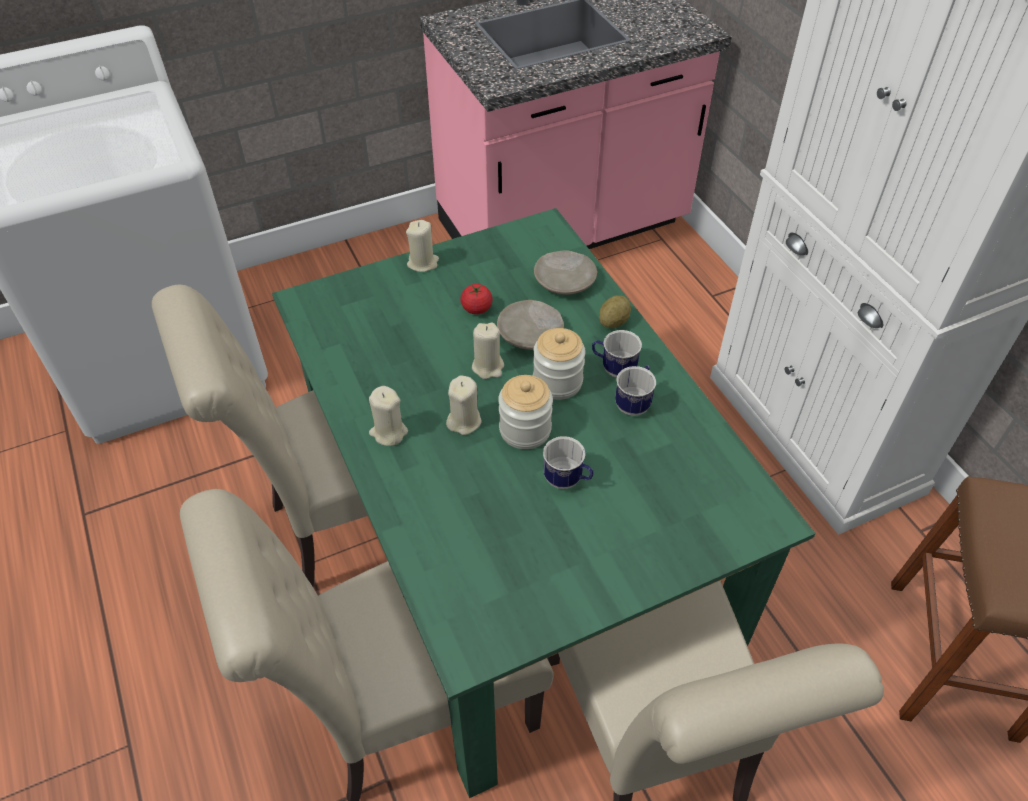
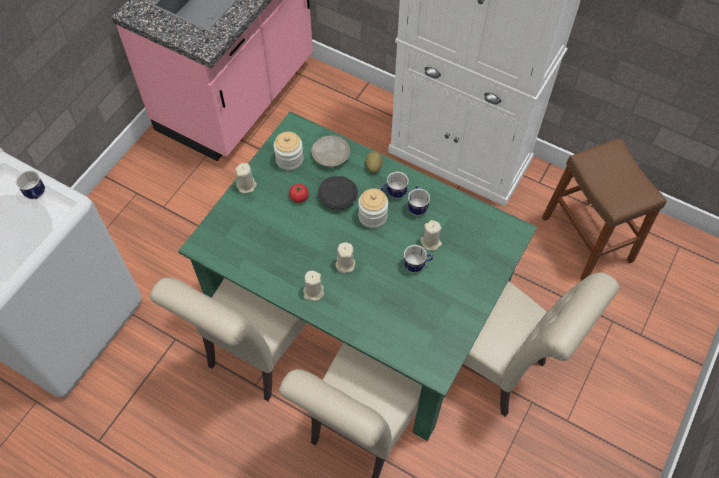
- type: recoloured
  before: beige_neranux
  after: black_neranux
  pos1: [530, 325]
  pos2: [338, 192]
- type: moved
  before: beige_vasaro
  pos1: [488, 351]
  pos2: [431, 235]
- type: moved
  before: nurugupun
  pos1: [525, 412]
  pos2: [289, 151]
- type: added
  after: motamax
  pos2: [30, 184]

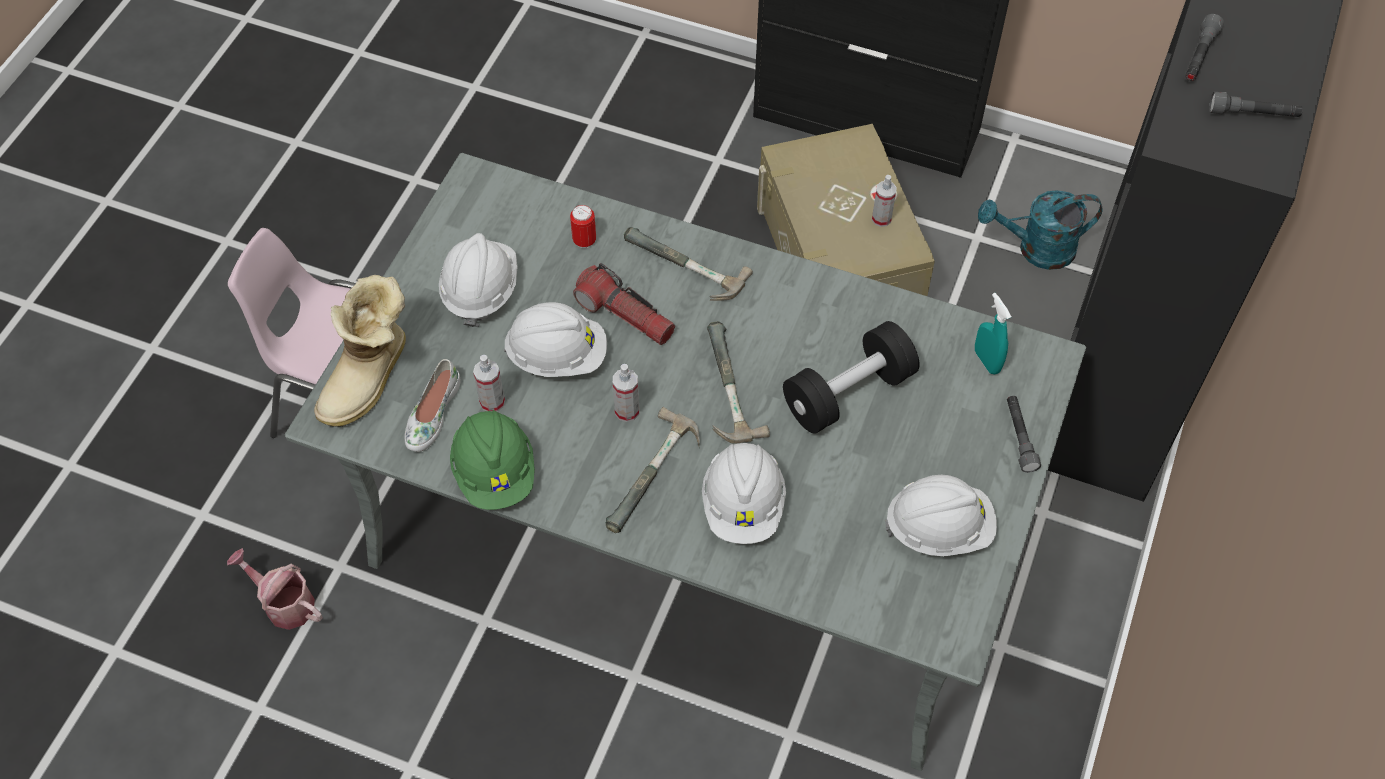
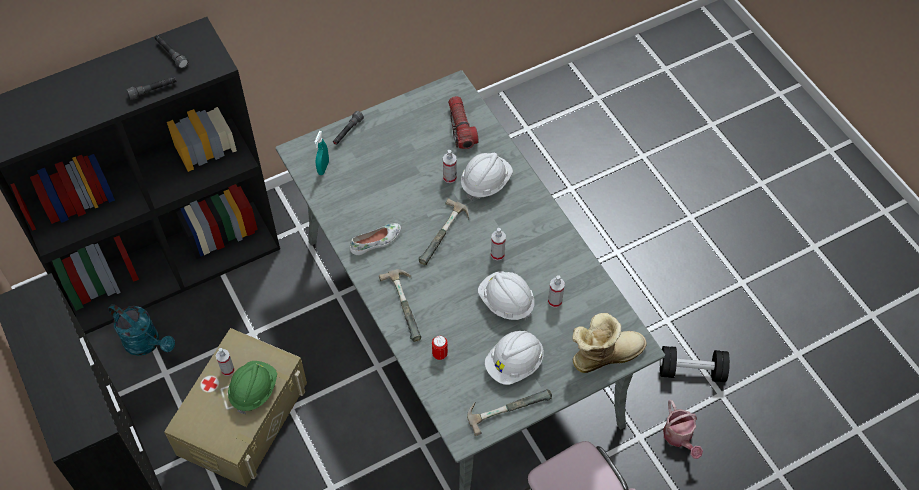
- type: moved
  before: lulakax
  pos1: [624, 304]
  pos2: [463, 122]
- type: moved
  before: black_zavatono
  pos1: [851, 377]
  pos2: [695, 364]
- type: moved
  before: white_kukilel
  pos1: [432, 405]
  pos2: [375, 239]
- type: moved
  before: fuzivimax
  pos1: [652, 470]
  pos2: [509, 412]
- type: moved
  before: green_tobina
  pos1: [492, 460]
  pos2: [252, 387]
- type: removed
  before: white_tobina
  pos1: [941, 515]
- type: added
  after: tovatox
  pos2: [450, 166]

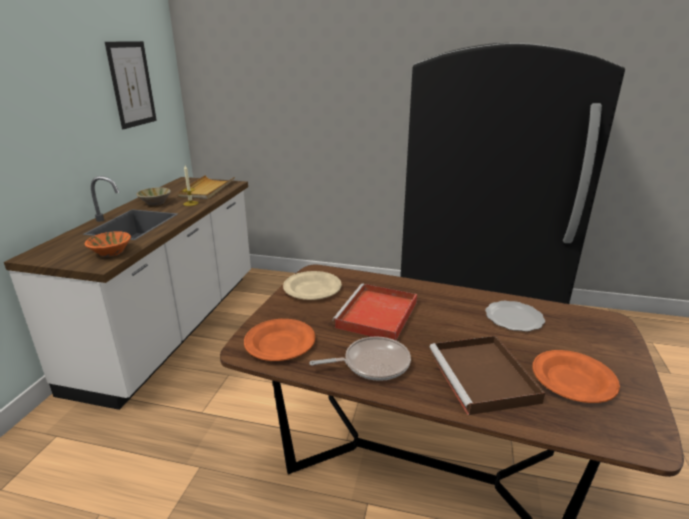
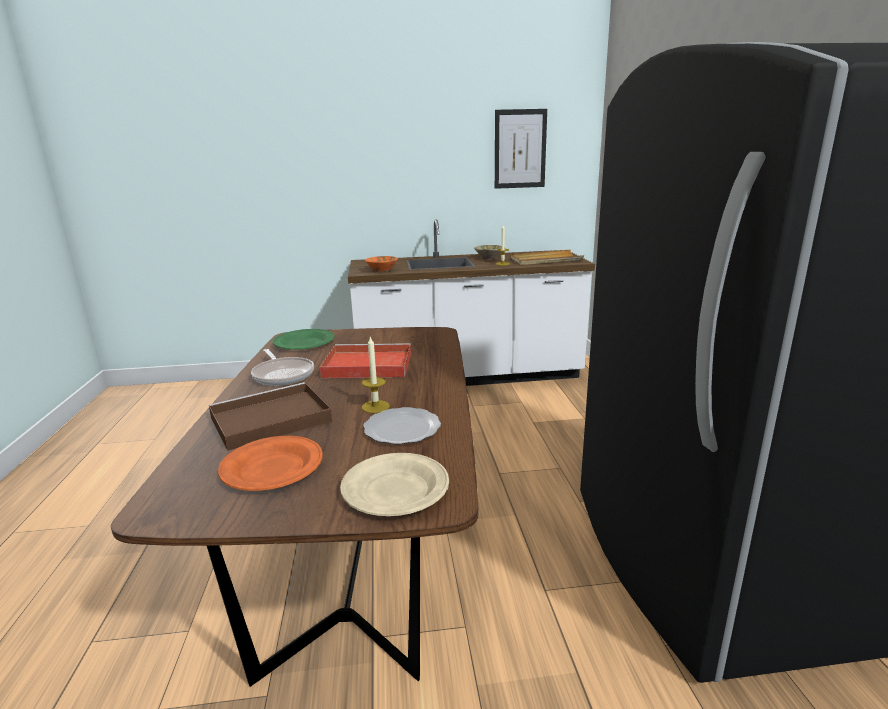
- type: moved
  before: beige_neranux
  pos1: [312, 285]
  pos2: [394, 484]
- type: recoloured
  before: orange_neranux
  after: green_neranux
  pos1: [279, 340]
  pos2: [303, 339]
- type: added
  after: vasaro
  pos2: [376, 375]

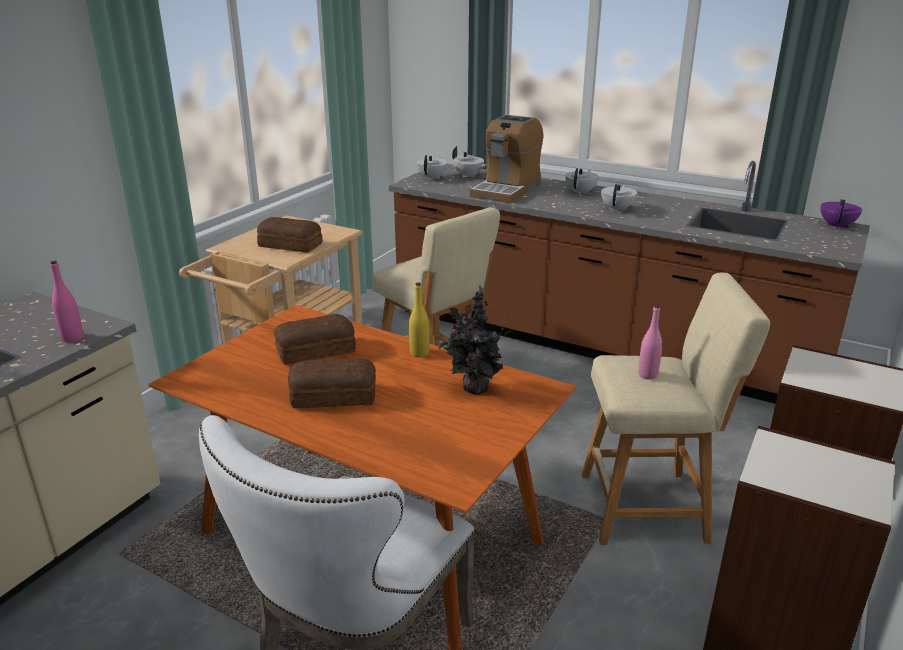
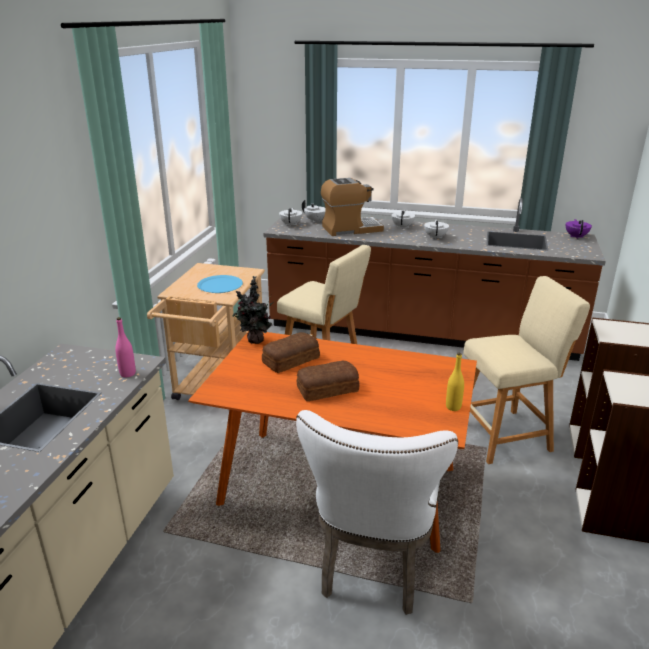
- type: turned
  before: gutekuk
  pos1: [506, 159]
  pos2: [352, 207]
  turn: -120
- type: replaced
  before: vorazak
  after: blue_neranux
  pos1: [290, 235]
  pos2: [220, 284]
- type: moved
  before: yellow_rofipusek
  pos1: [419, 319]
  pos2: [455, 382]
- type: moved
  before: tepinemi
  pos1: [474, 340]
  pos2: [253, 310]
- type: removed
  before: pink_rofipusek
  pos1: [650, 342]

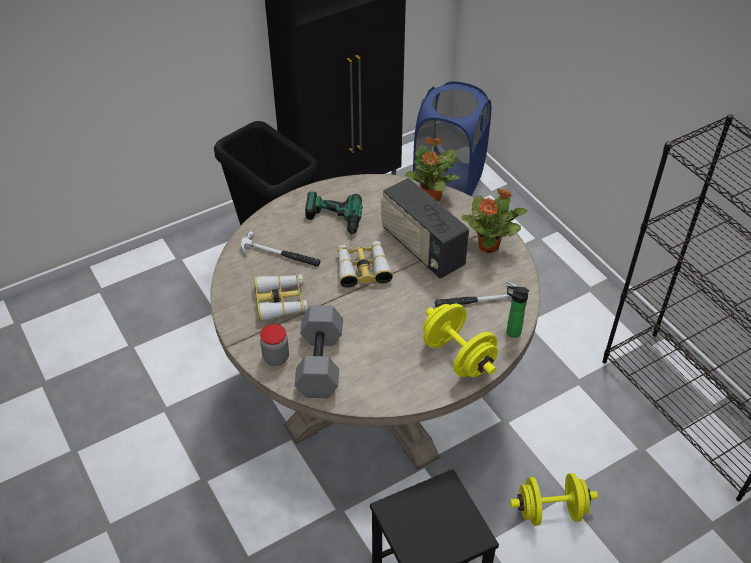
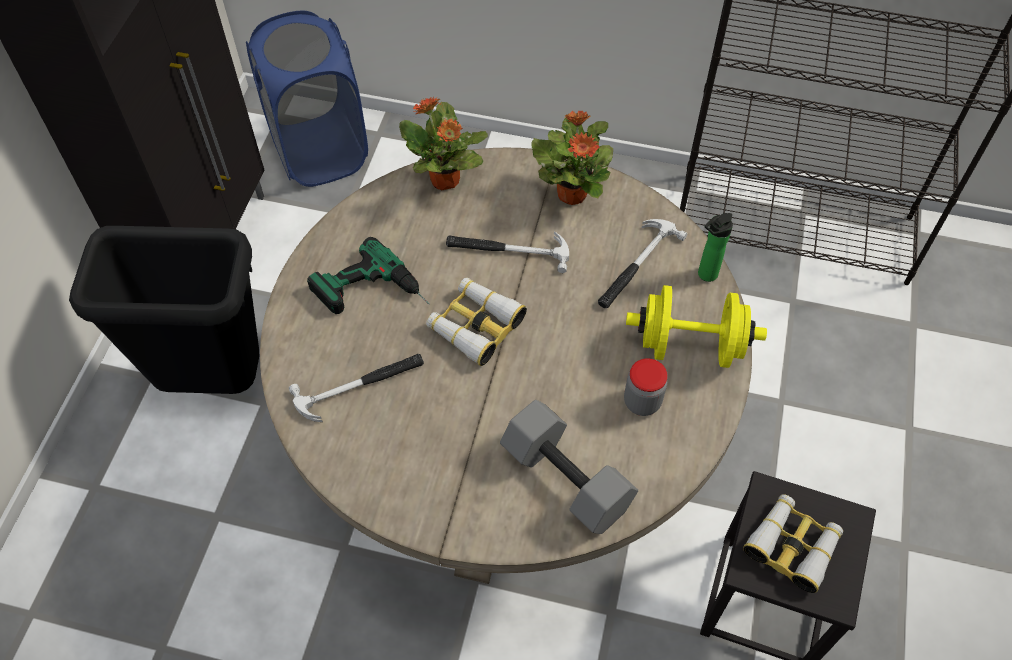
- type: replaced
  before: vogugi
  after: fuzivimax
  pos1: [425, 228]
  pos2: [507, 252]
- type: moved
  before: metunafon
  pos1: [281, 298]
  pos2: [793, 543]
- type: moved
  before: nurugupun
  pos1: [274, 345]
  pos2: [646, 387]
- type: removed
  before: yellow_zavatono
  pos1: [554, 499]

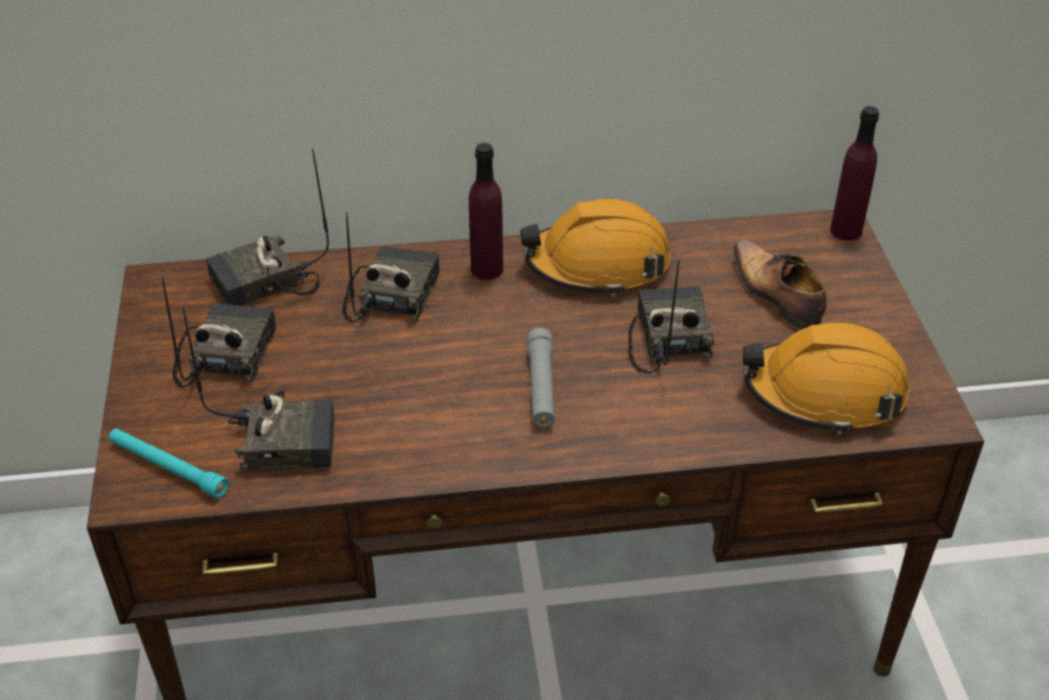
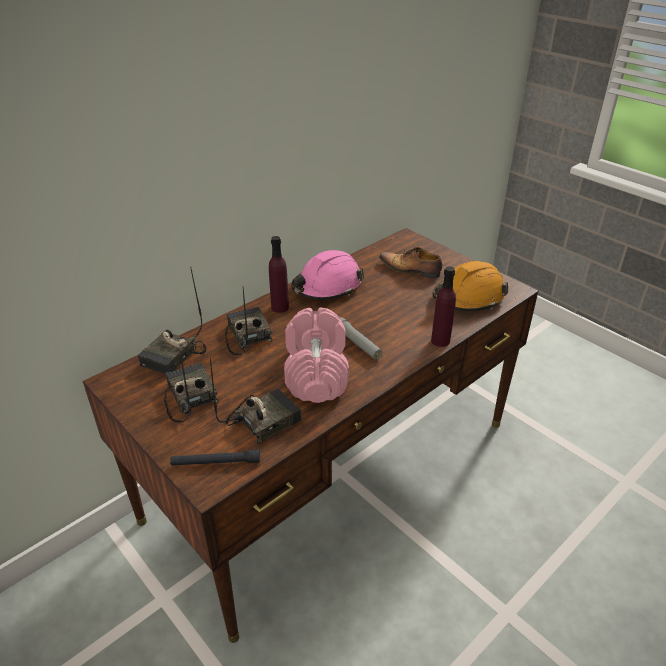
- type: moved
  before: purple_rofipusek
  pos1: [854, 173]
  pos2: [443, 306]
- type: recoloured
  before: orange_tobina
  after: pink_tobina
  pos1: [595, 248]
  pos2: [328, 275]
- type: removed
  before: vogugi
  pos1: [671, 316]
- type: recoloured
  before: turquoise_lulakax
  after: black_lulakax
  pos1: [169, 463]
  pos2: [215, 457]
- type: added
  after: pink_zavatono
  pos2: [316, 355]

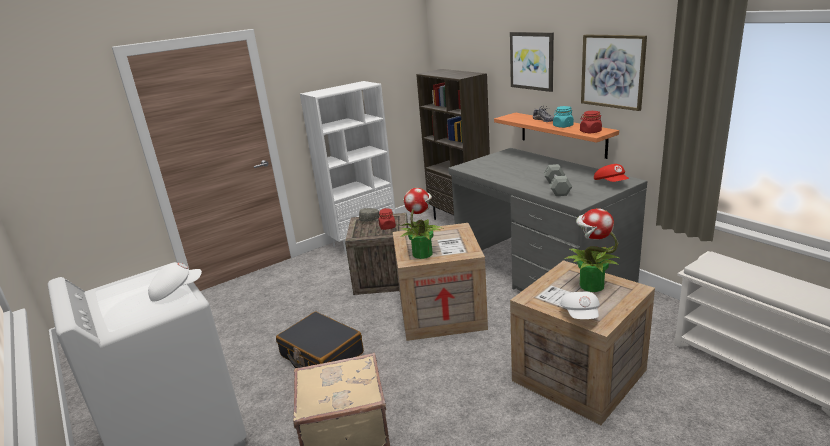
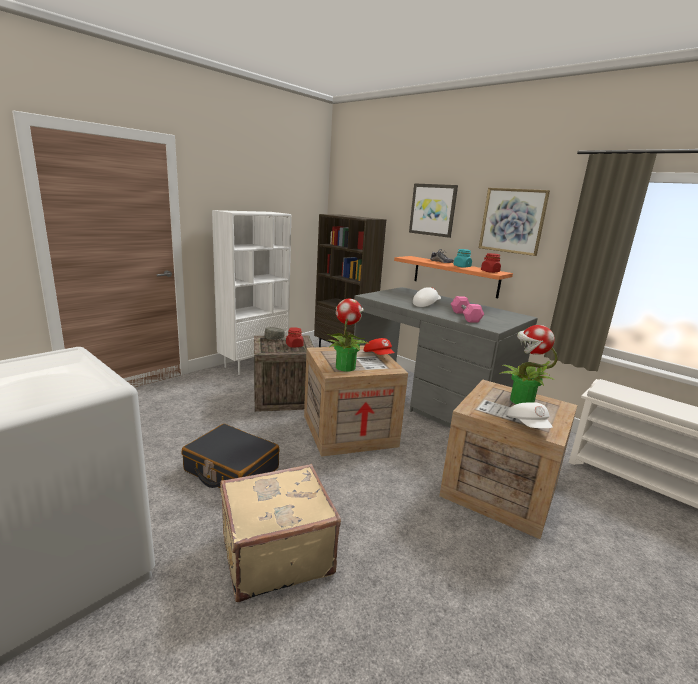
- type: recoloured
  before: grey_zavatono
  after: pink_zavatono
  pos1: [557, 180]
  pos2: [467, 309]
- type: moved
  before: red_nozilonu
  pos1: [611, 173]
  pos2: [378, 346]
- type: moved
  before: white_nozilonu
  pos1: [175, 282]
  pos2: [427, 297]

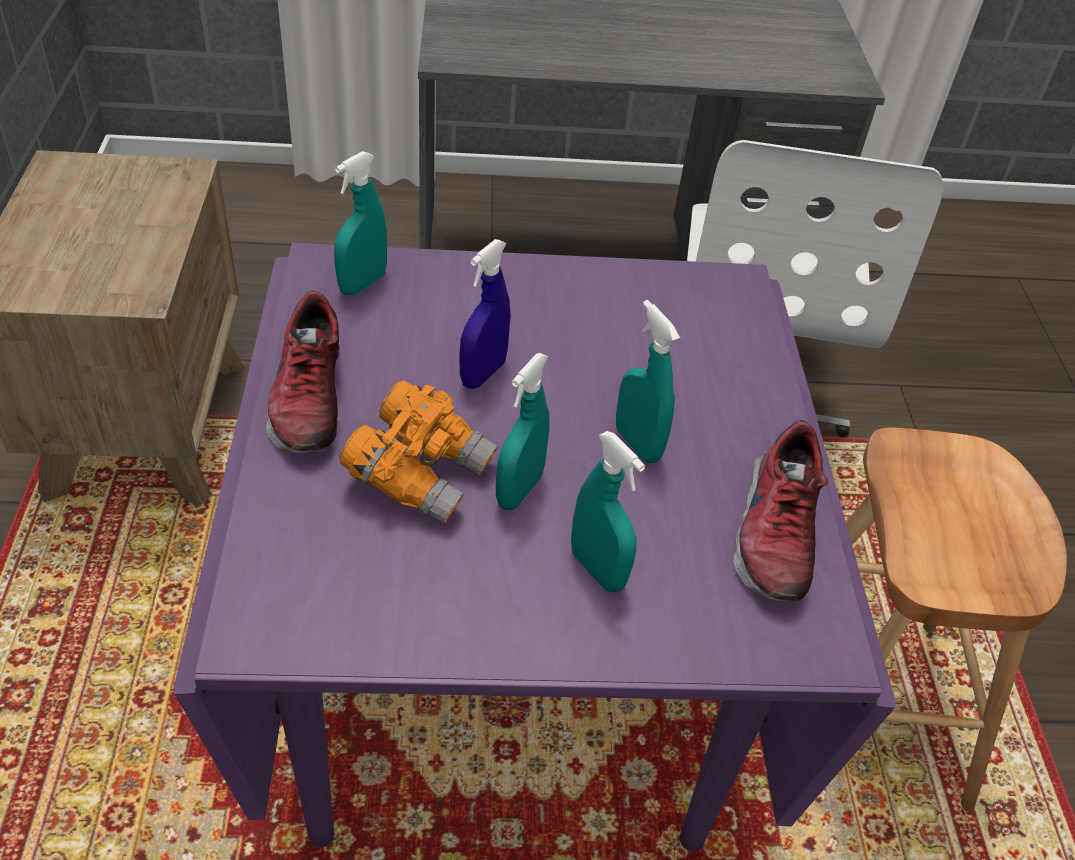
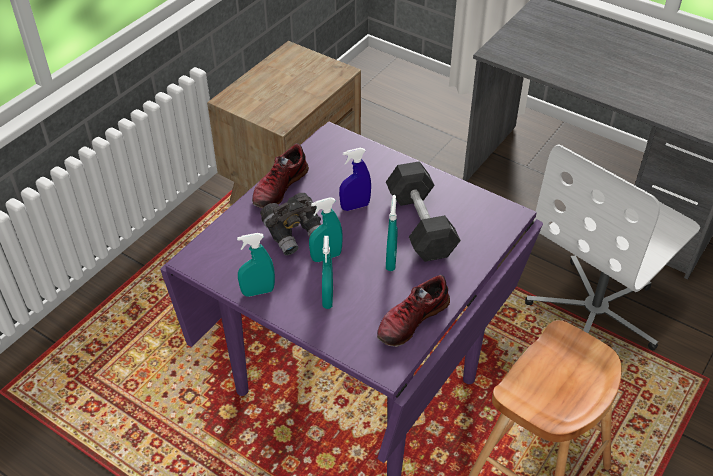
- type: moved
  before: turquoise_tovatox
  pos1: [360, 223]
  pos2: [256, 265]
- type: recoloured
  before: orange_metunafon
  after: grey_metunafon
  pos1: [418, 452]
  pos2: [290, 224]
- type: added
  after: black_zavatono
  pos2: [423, 211]

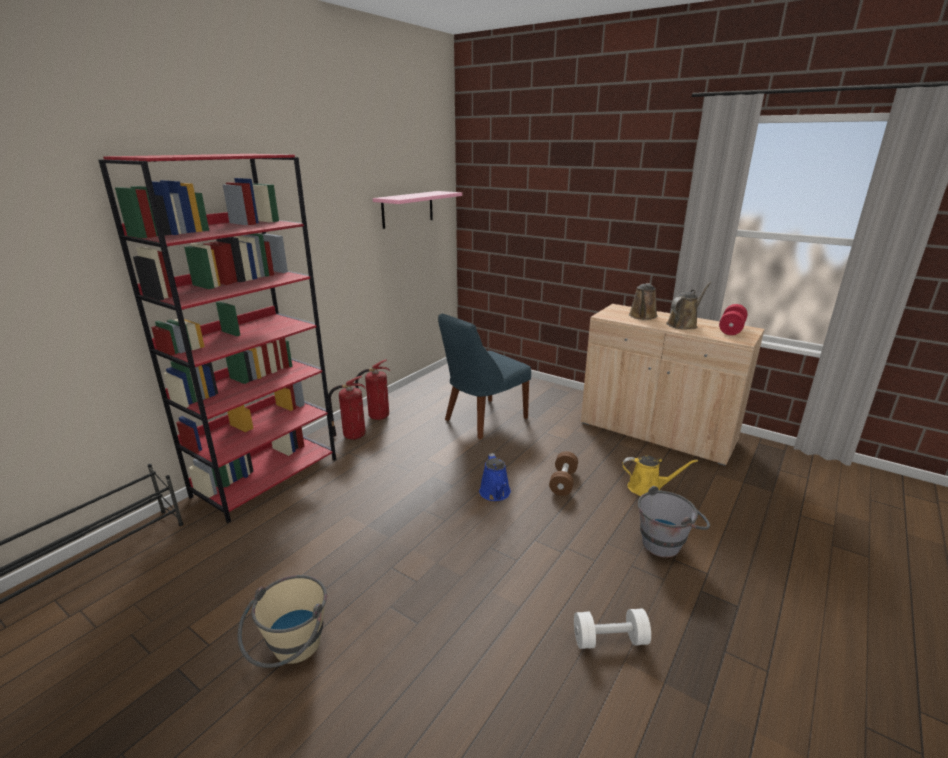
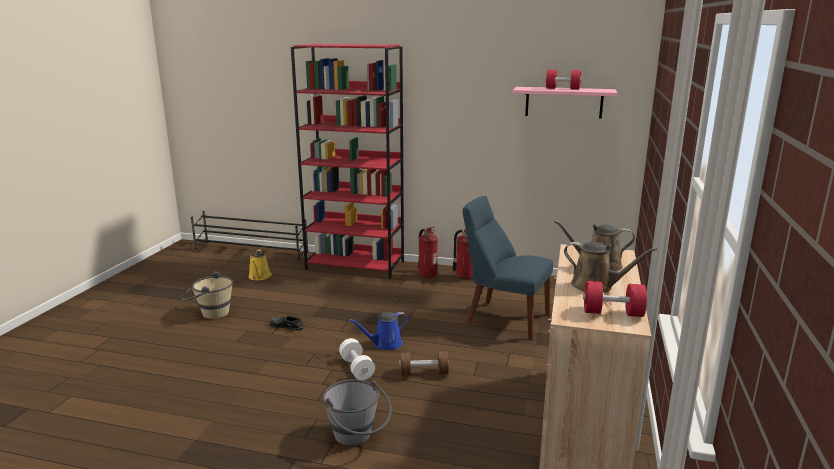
- type: moved
  before: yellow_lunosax
  pos1: [660, 476]
  pos2: [260, 264]
- type: moved
  before: white_zavatono
  pos1: [612, 629]
  pos2: [357, 359]
- type: added
  after: red_zavatono
  pos2: [564, 80]
- type: added
  after: black_kukilel
  pos2: [286, 323]

